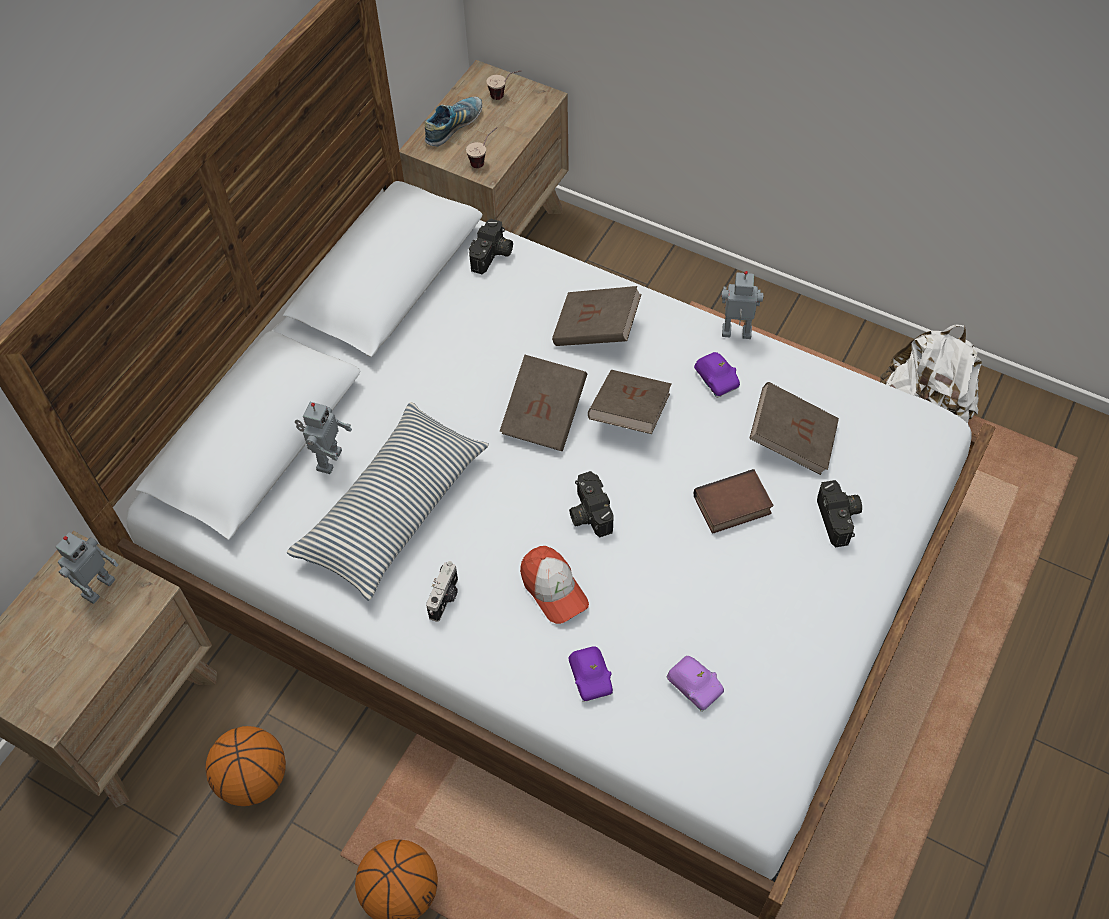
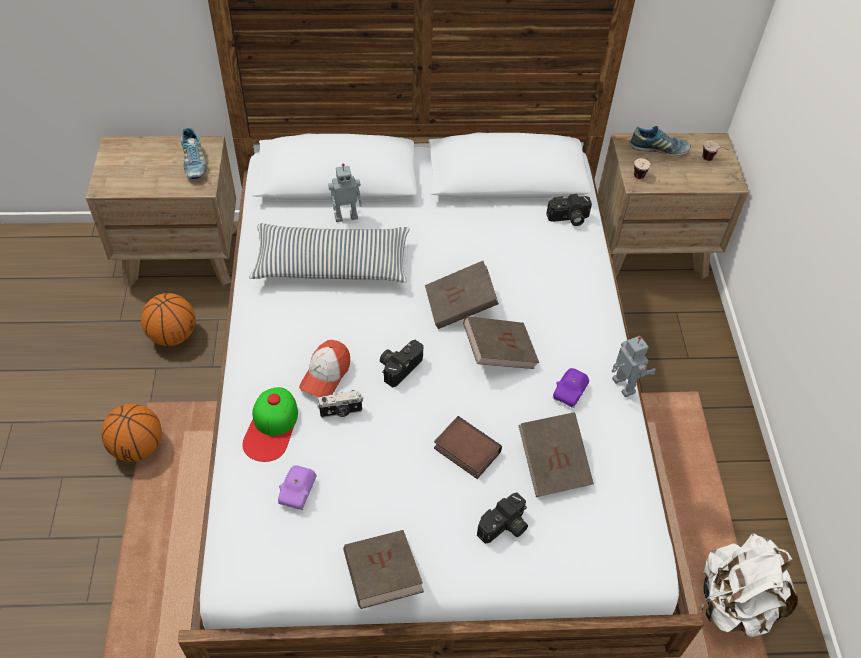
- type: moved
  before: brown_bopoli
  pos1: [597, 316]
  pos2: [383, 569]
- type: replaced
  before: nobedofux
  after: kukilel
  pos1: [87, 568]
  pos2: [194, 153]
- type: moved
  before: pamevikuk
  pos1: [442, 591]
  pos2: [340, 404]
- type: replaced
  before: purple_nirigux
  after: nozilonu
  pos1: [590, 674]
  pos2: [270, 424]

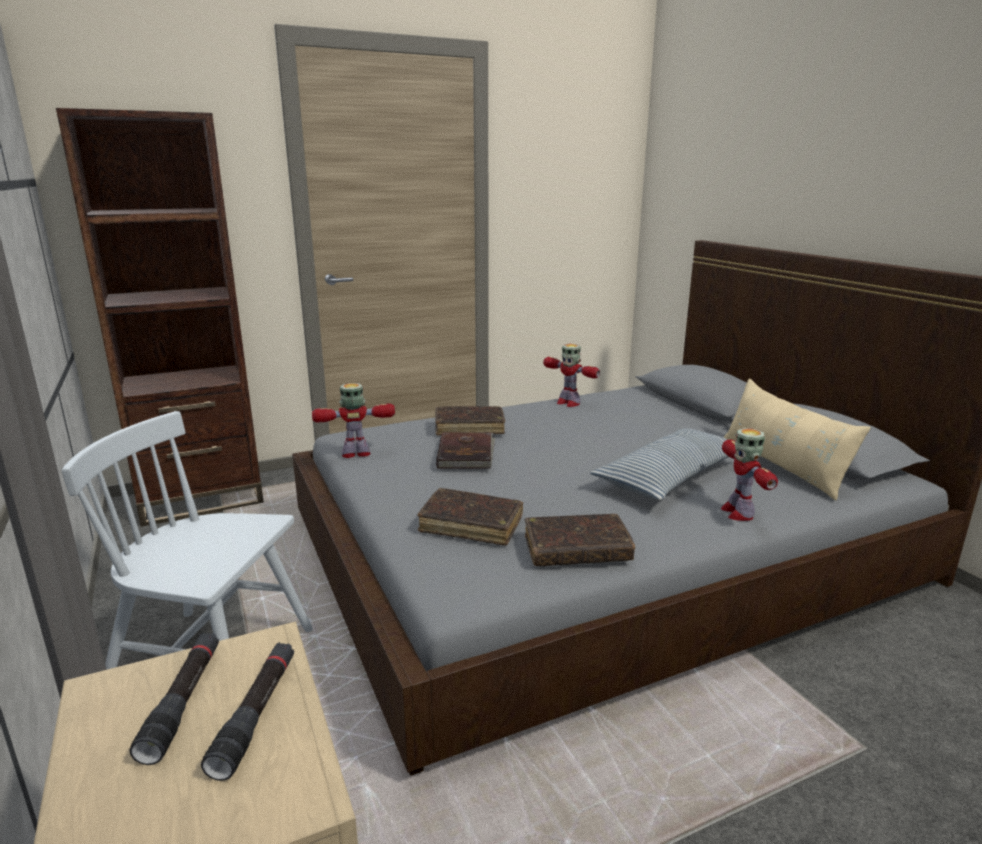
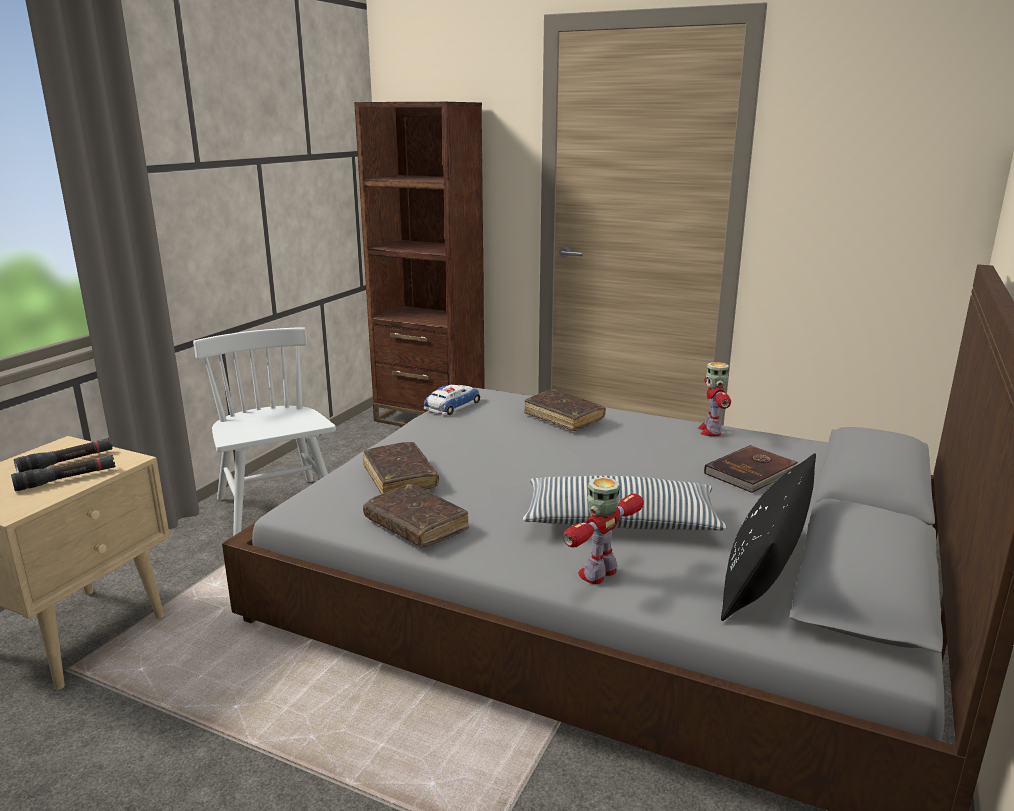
- type: recoloured
  before: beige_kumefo
  after: black_kumefo
  pos1: [797, 439]
  pos2: [768, 537]
- type: replaced
  before: nobedofux
  after: nirigux
  pos1: [353, 420]
  pos2: [451, 400]
- type: moved
  before: brown_bopoli
  pos1: [465, 450]
  pos2: [752, 469]

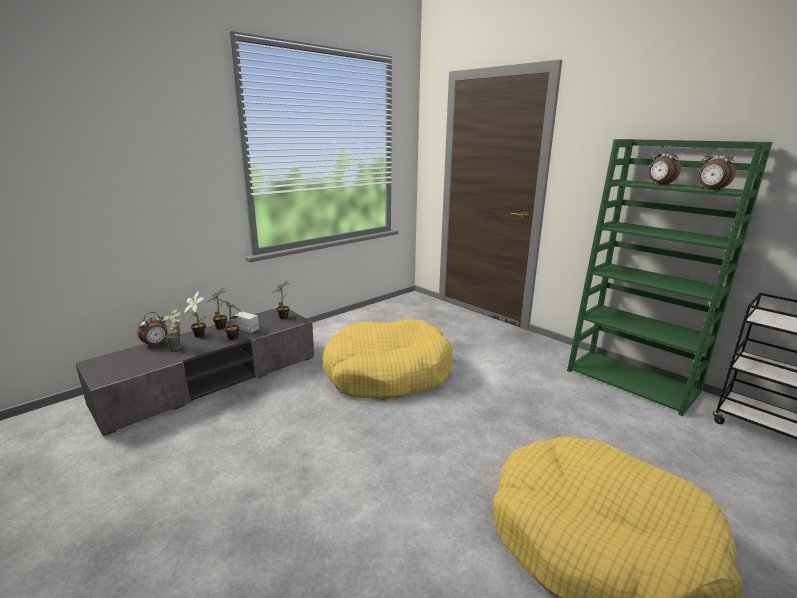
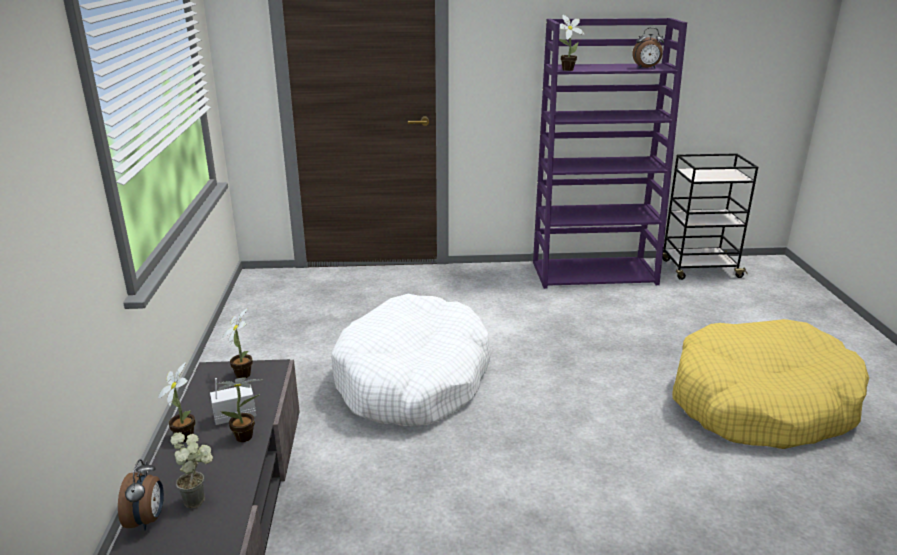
- type: recoloured
  before: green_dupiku
  after: purple_dupiku
  pos1: [669, 277]
  pos2: [610, 153]
- type: removed
  before: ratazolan
  pos1: [664, 165]
- type: moved
  before: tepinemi
  pos1: [195, 314]
  pos2: [571, 43]
- type: recoloured
  before: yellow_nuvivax
  after: white_nuvivax
  pos1: [387, 359]
  pos2: [411, 360]

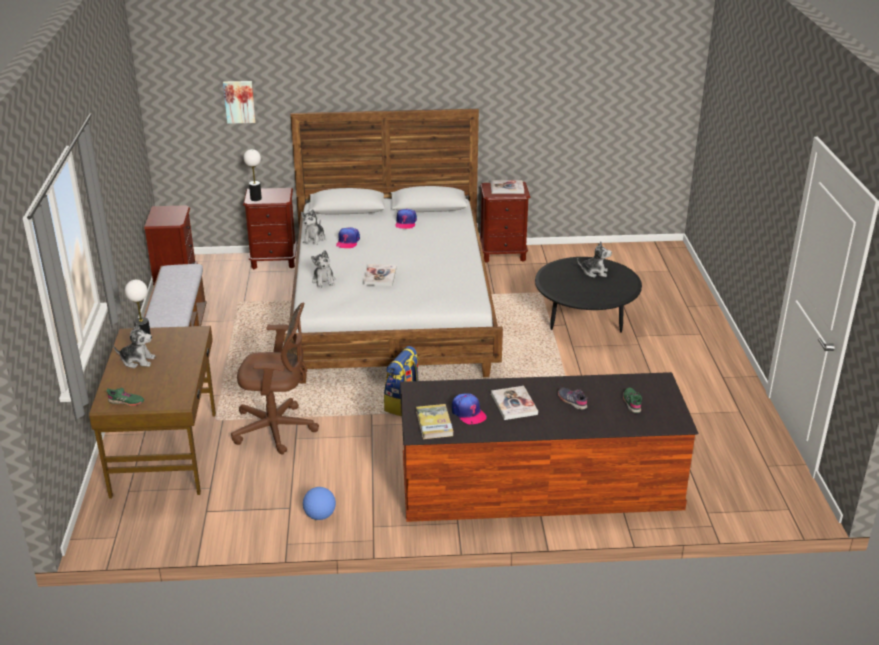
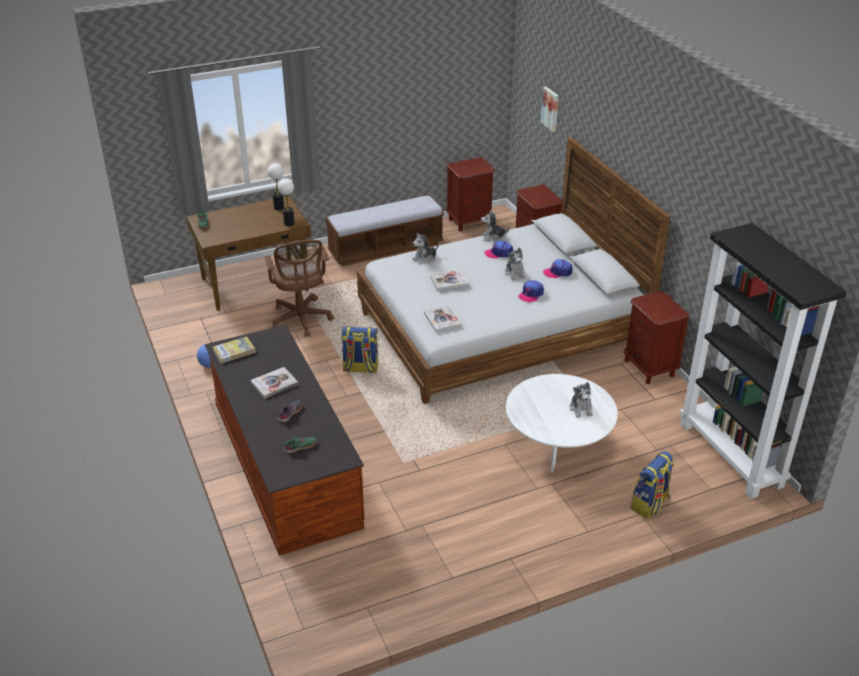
- type: moved
  before: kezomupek
  pos1: [253, 175]
  pos2: [286, 202]
- type: moved
  before: bopoli
  pos1: [507, 187]
  pos2: [442, 318]
- type: recoloured
  before: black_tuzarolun
  after: white_tuzarolun
  pos1: [588, 295]
  pos2: [562, 423]
- type: moved
  before: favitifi
  pos1: [134, 345]
  pos2: [515, 263]
- type: moved
  before: nozilonu
  pos1: [469, 409]
  pos2: [531, 291]
- type: added
  after: black_dupiku
  pos2: [763, 361]
- type: added
  after: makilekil
  pos2: [652, 485]

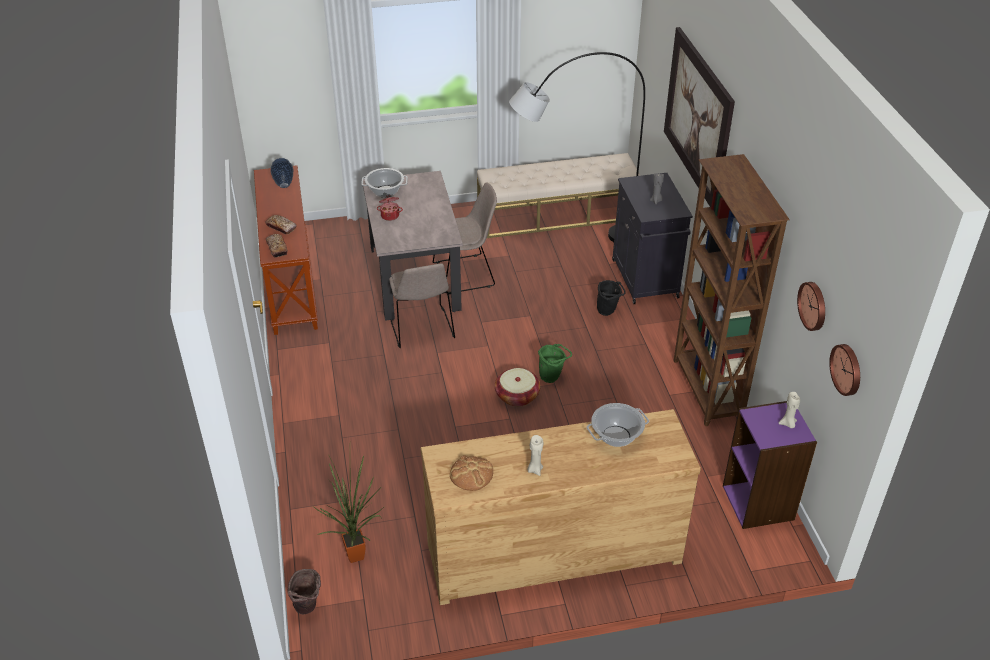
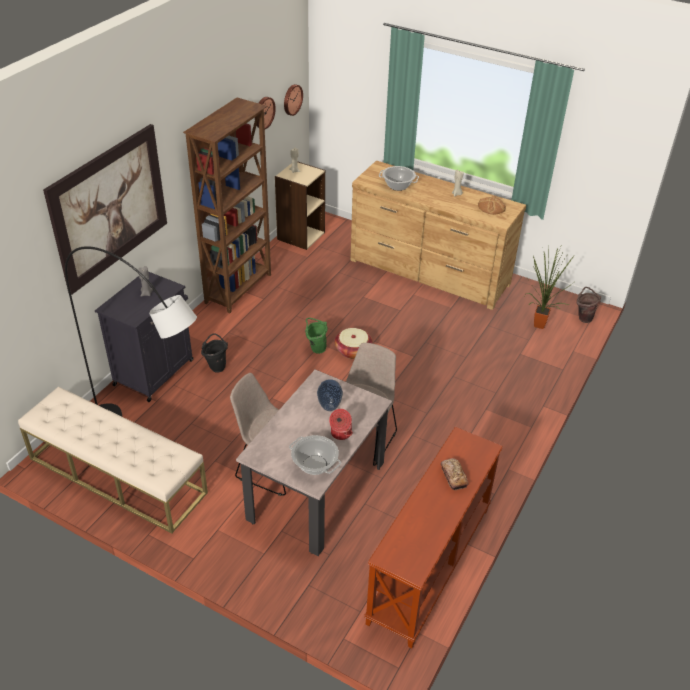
- type: moved
  before: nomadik
  pos1: [281, 173]
  pos2: [330, 395]
- type: removed
  before: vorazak
  pos1: [277, 246]
- type: recoloured
  before: purple_dupiku
  after: beige_dupiku
  pos1: [770, 465]
  pos2: [300, 205]

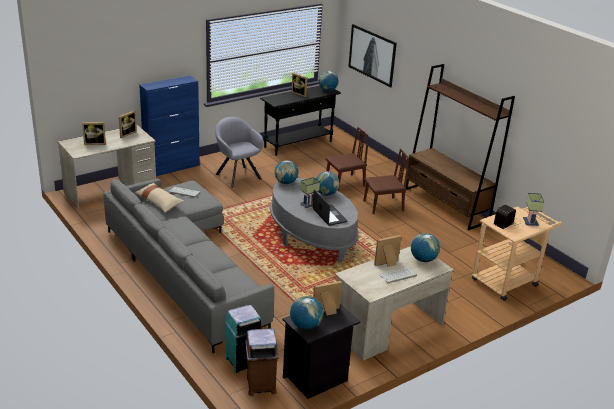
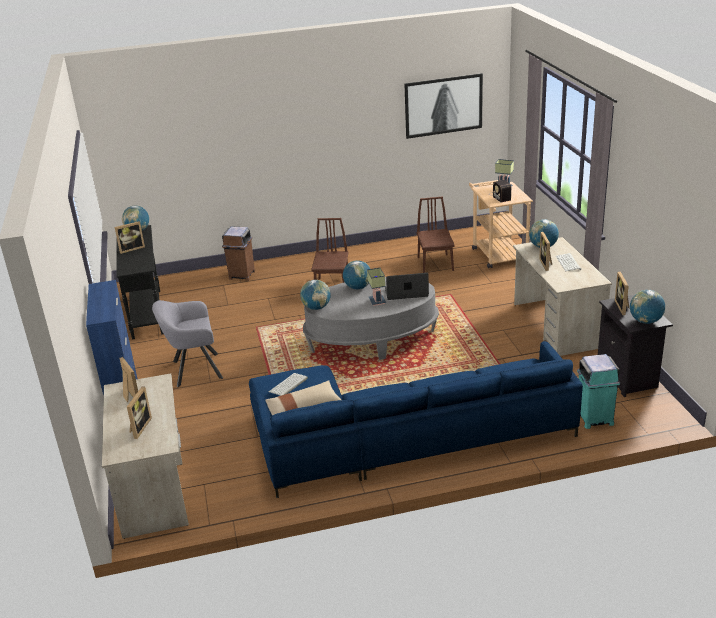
- type: moved
  before: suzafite
  pos1: [372, 56]
  pos2: [443, 106]
- type: removed
  before: brown_dupiku
  pos1: [460, 147]
- type: moved
  before: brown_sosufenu
  pos1: [347, 159]
  pos2: [435, 234]
- type: recoloured
  before: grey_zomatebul
  after: blue_zomatebul
  pos1: [188, 266]
  pos2: [416, 419]
- type: moved
  before: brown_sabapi
  pos1: [262, 362]
  pos2: [238, 253]

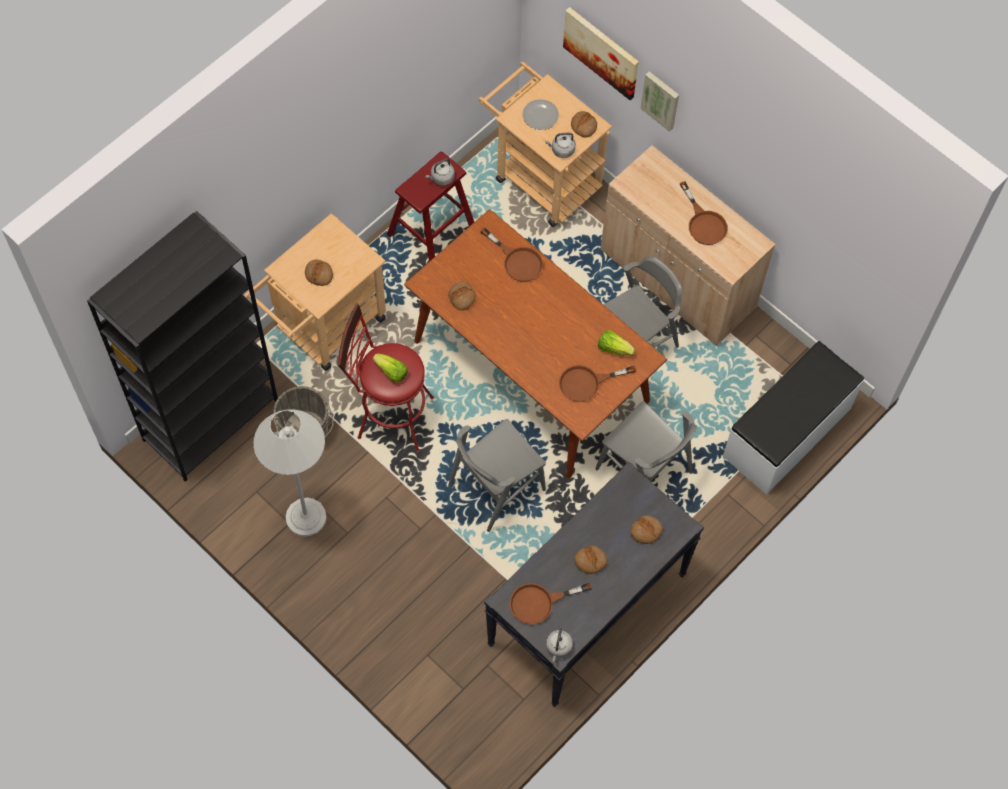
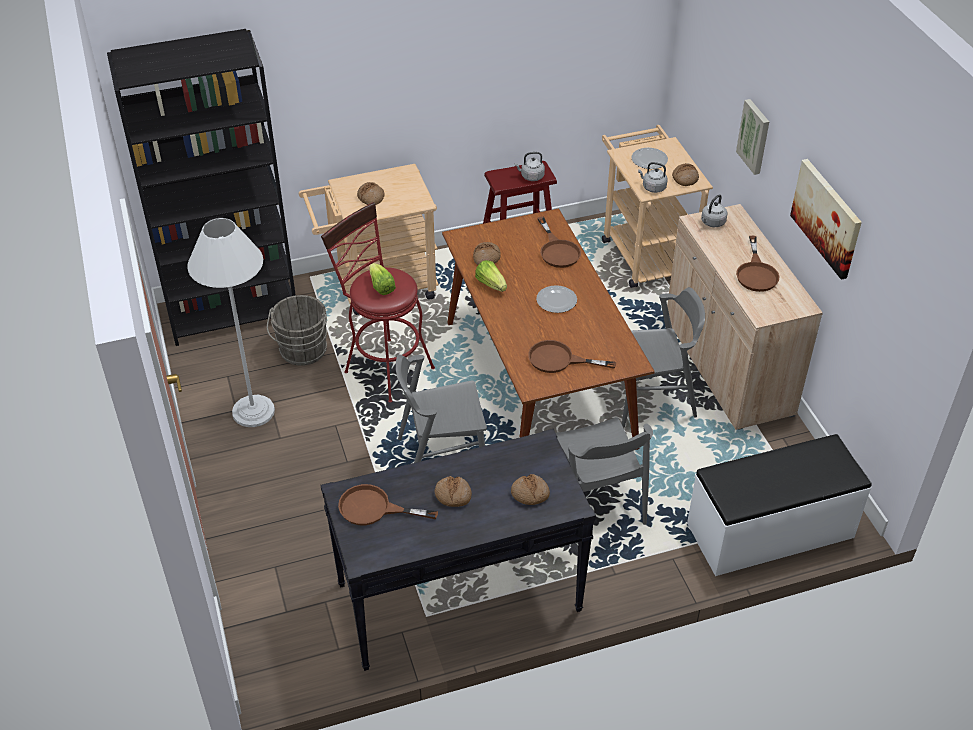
- type: moved
  before: suzafite
  pos1: [601, 53]
  pos2: [826, 219]
- type: moved
  before: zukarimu
  pos1: [616, 343]
  pos2: [491, 276]
- type: moved
  before: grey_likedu
  pos1: [559, 645]
  pos2: [714, 210]
- type: added
  after: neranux
  pos2: [556, 299]

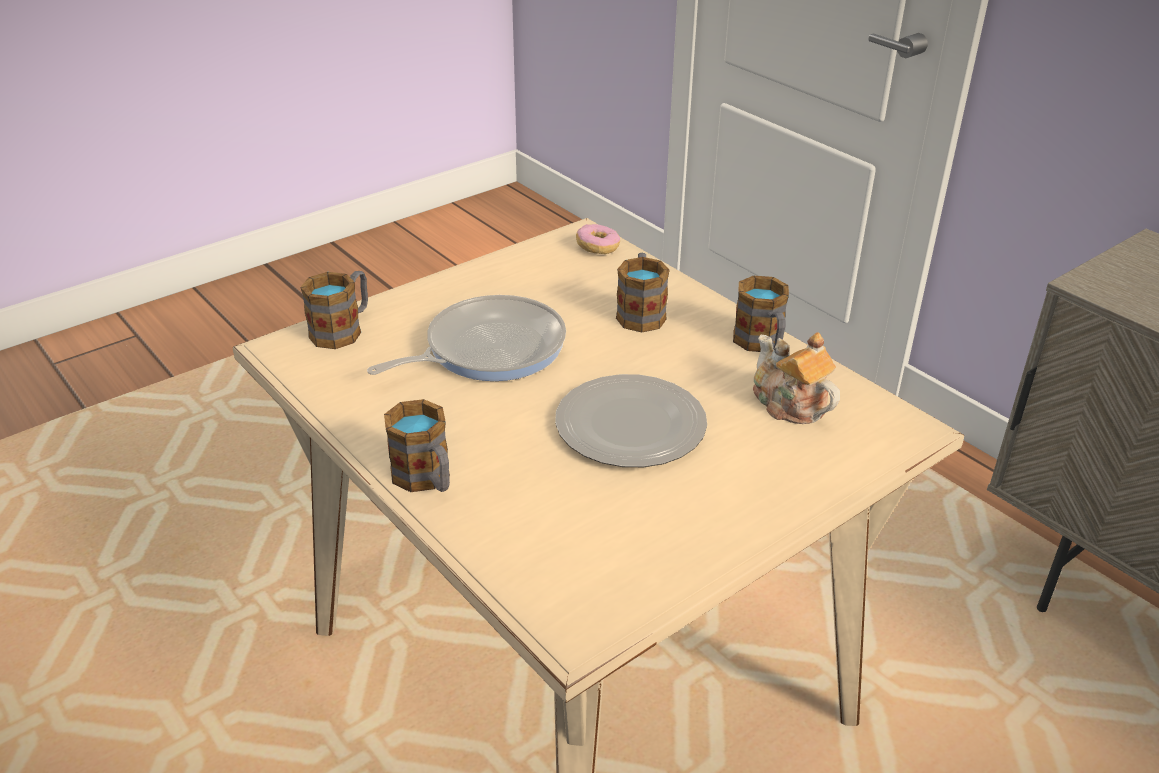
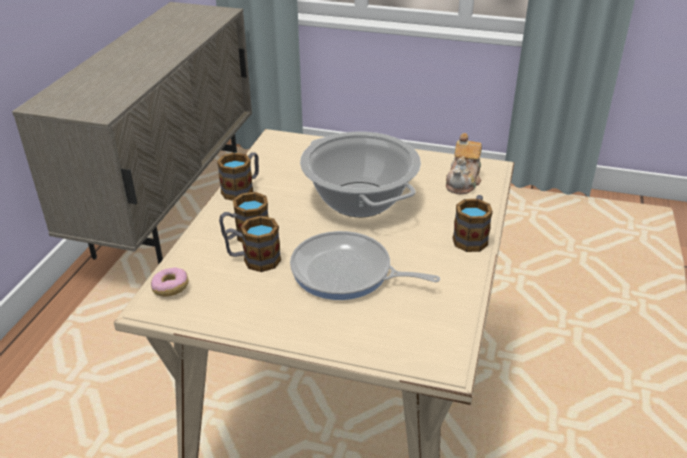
- type: moved
  before: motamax
  pos1: [334, 310]
  pos2: [252, 244]
- type: moved
  before: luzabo
  pos1: [796, 378]
  pos2: [464, 163]
- type: replaced
  before: neranux
  after: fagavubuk
  pos1: [631, 420]
  pos2: [360, 174]

